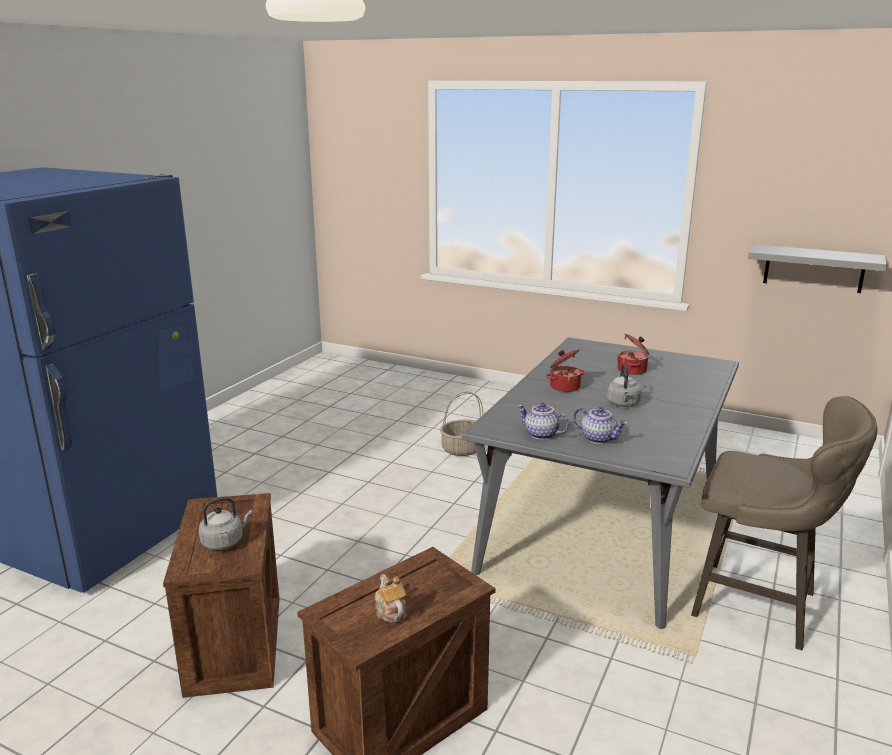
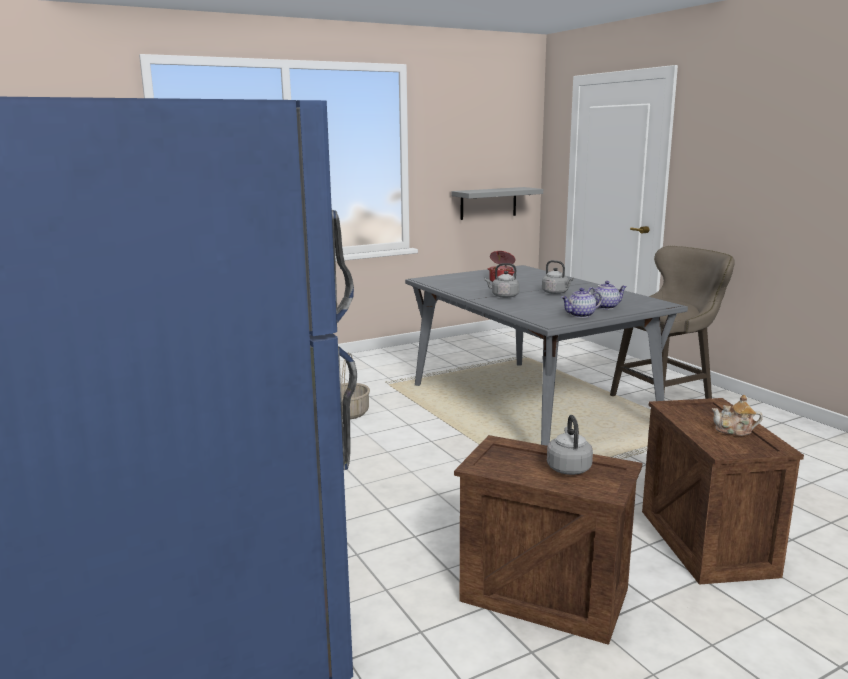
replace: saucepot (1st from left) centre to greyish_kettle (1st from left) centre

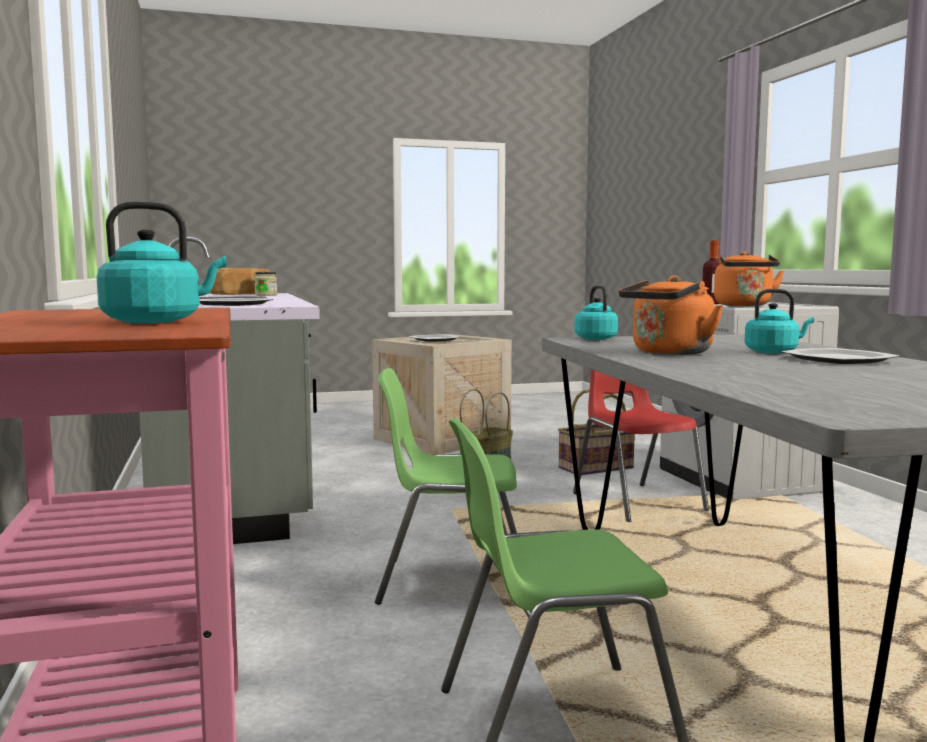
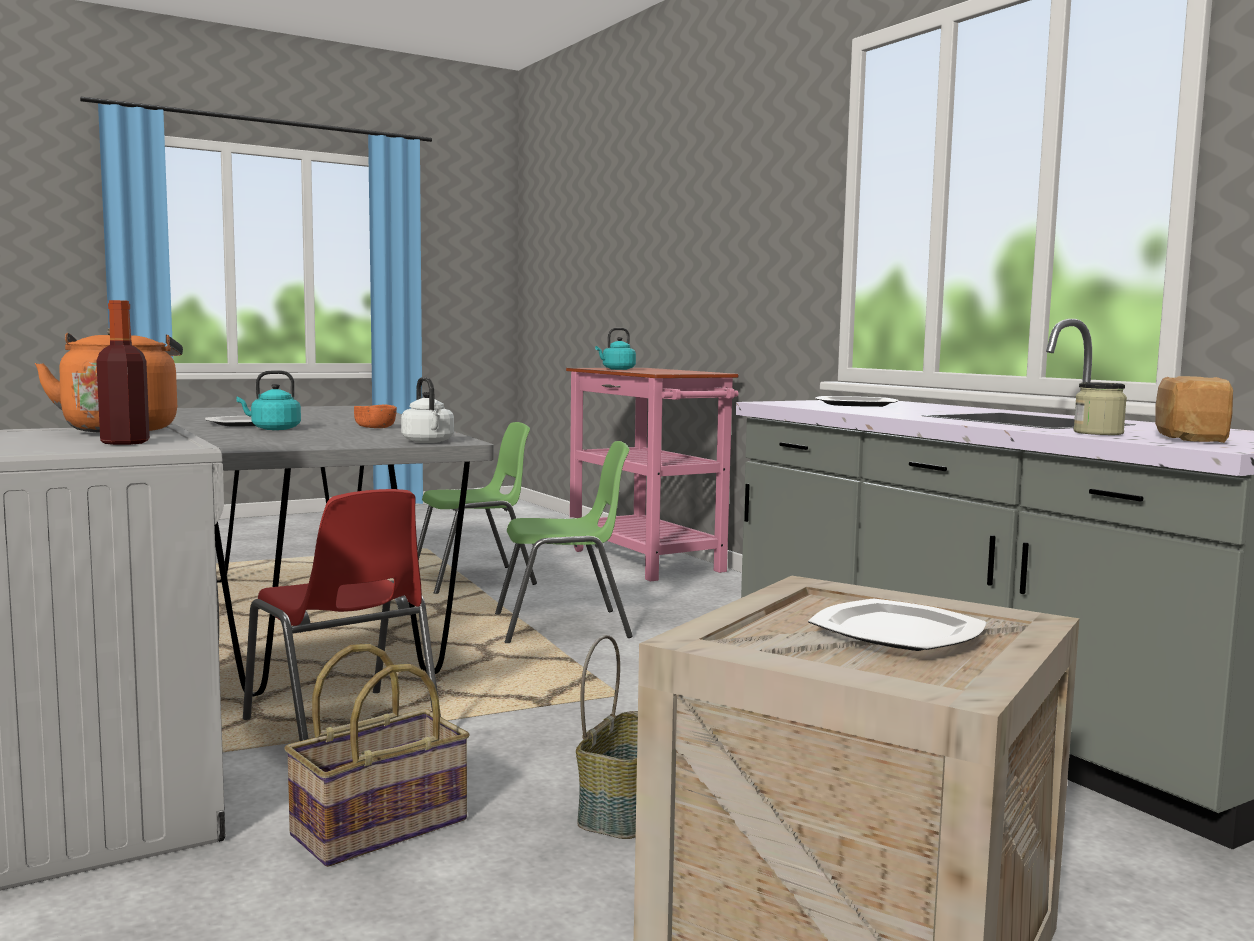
replace: orange-coloured_kettle (1st from left) middle right to orange-coloured_deep_dish middle left
recolor: turquoise_kettle (2nd from left) centre to white-coloured_kettle centre

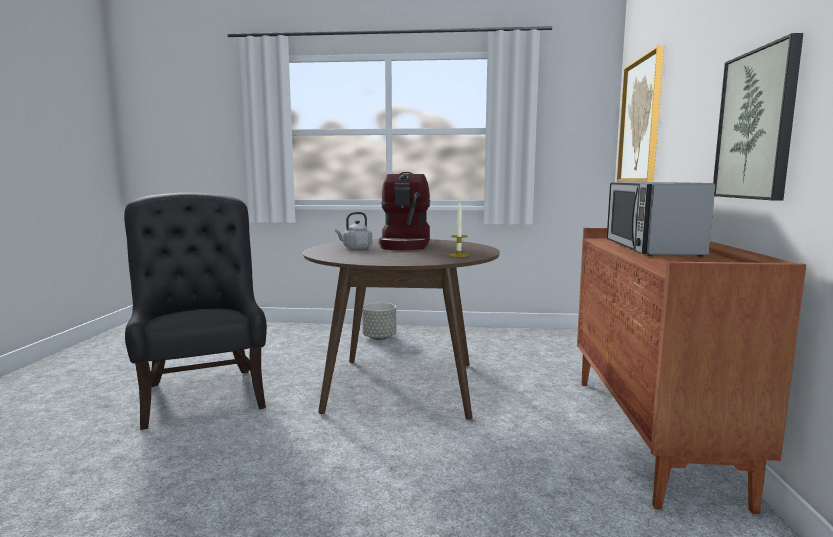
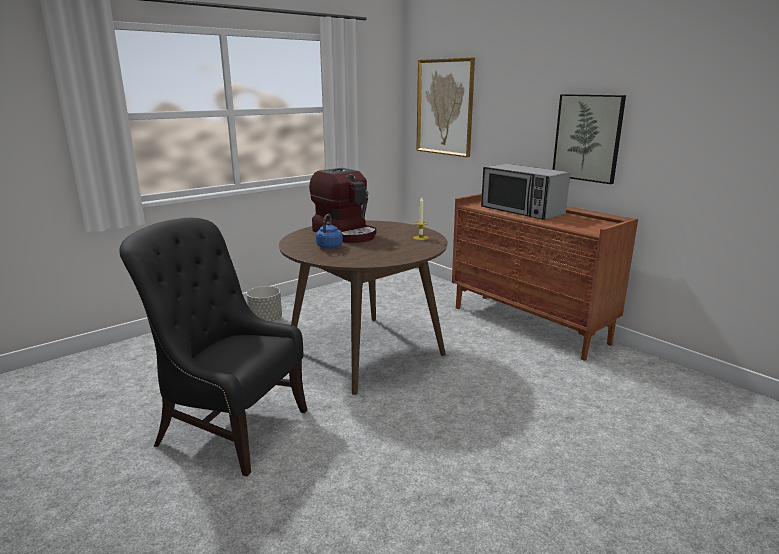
recolor: greyish_kettle centre to blue_kettle centre

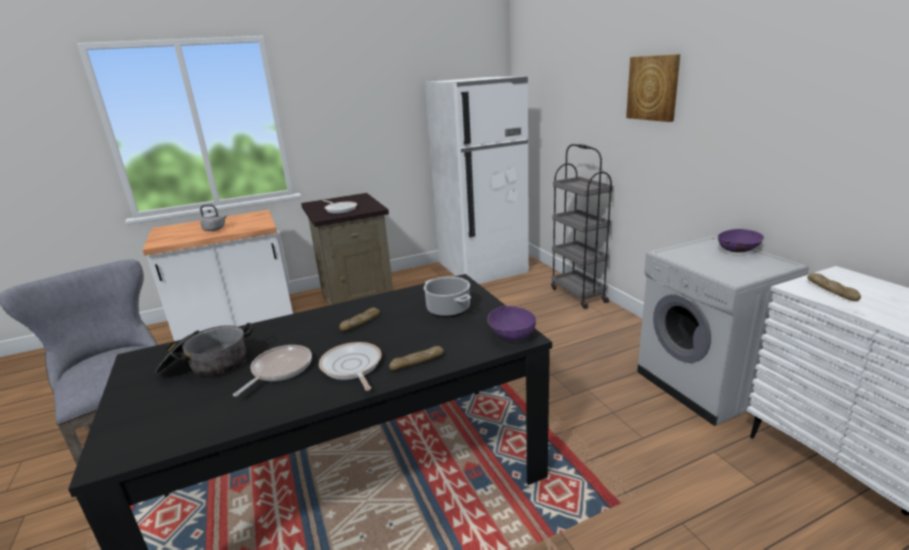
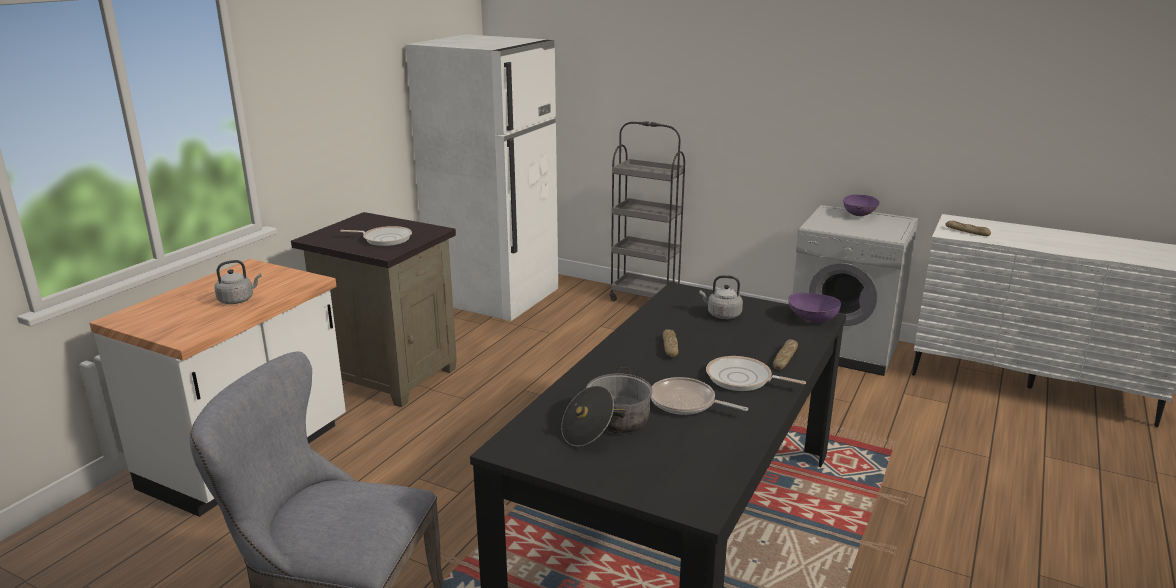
delete: picture top right
replace: saucepot (2nd from left) centre to greyish_kettle (2nd from left) centre
rotate: frying_pan (1st from left in the first image) bottom left = bottom centre 45 degrees counterclockwise

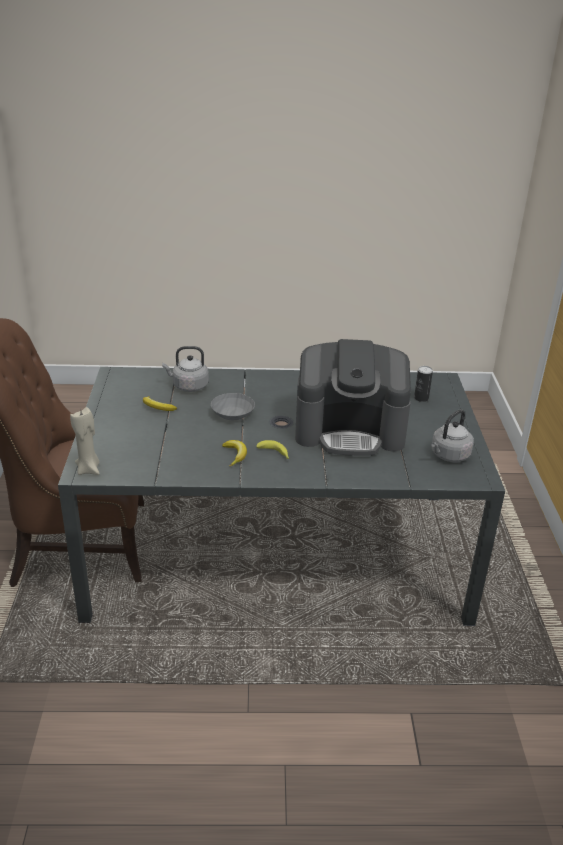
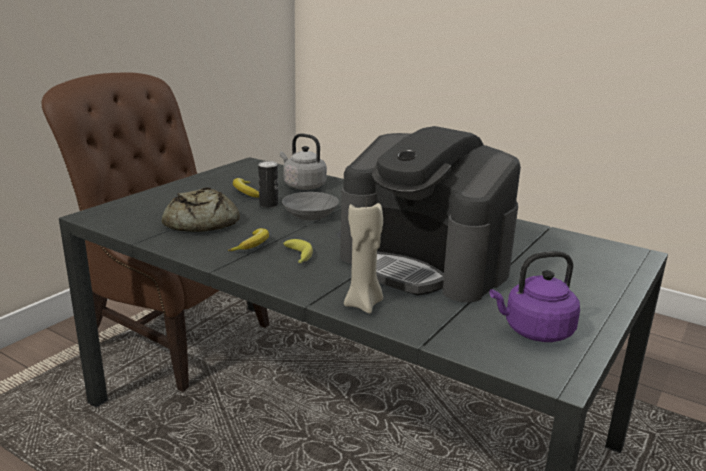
insert: baked_bread middle left
move: sand-coloured_wax_candle middle left to centre; sealed_can middle right to centre
recolor: greyish_kettle (2nd from left) middle right to purple-coloured_kettle middle right

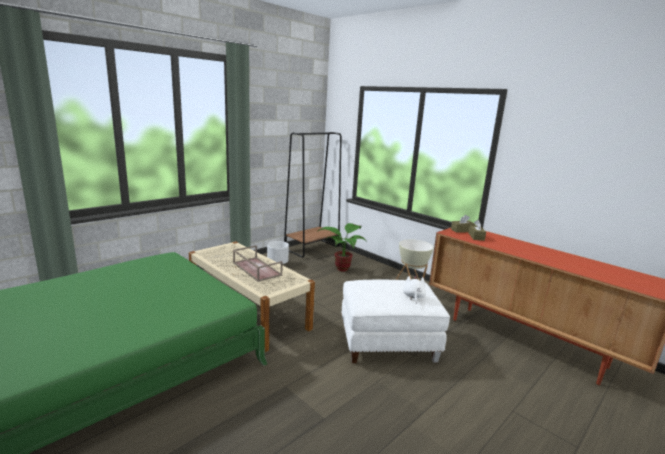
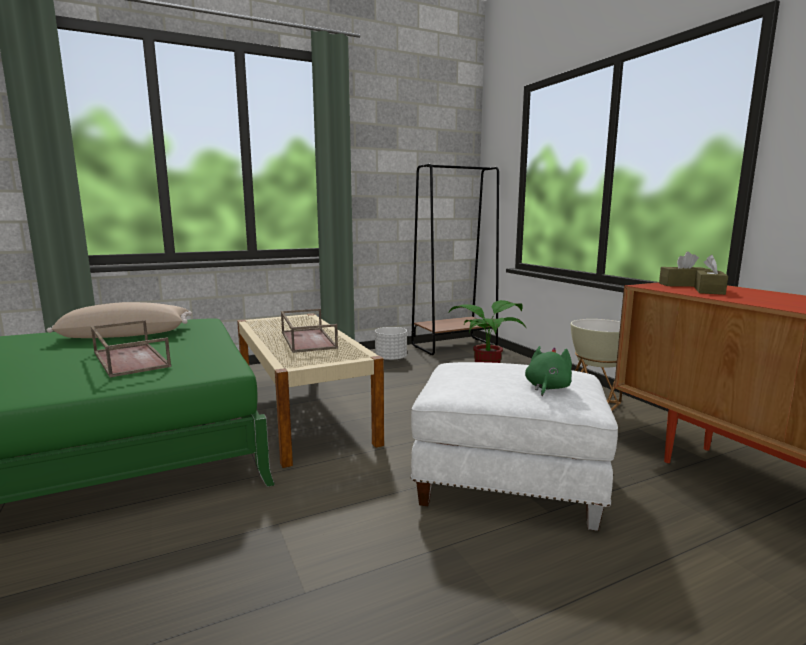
insert: sand-coloured_throw_pillow middle left; brown_tray (1st from left) middle left
recolor: white-coloured_plush_toy centre to green_plush_toy middle right

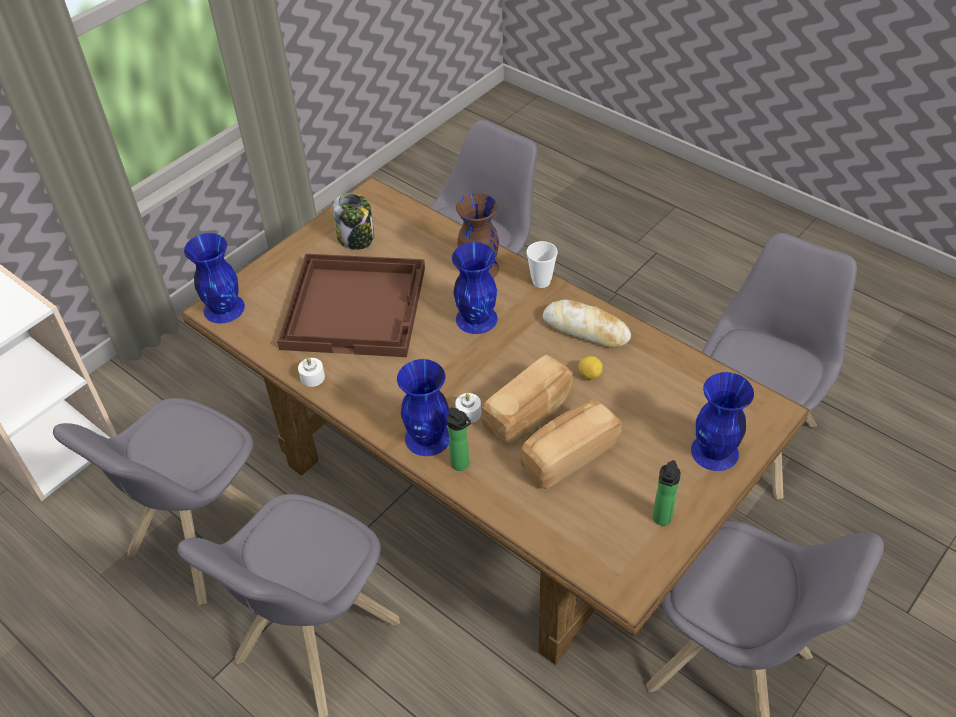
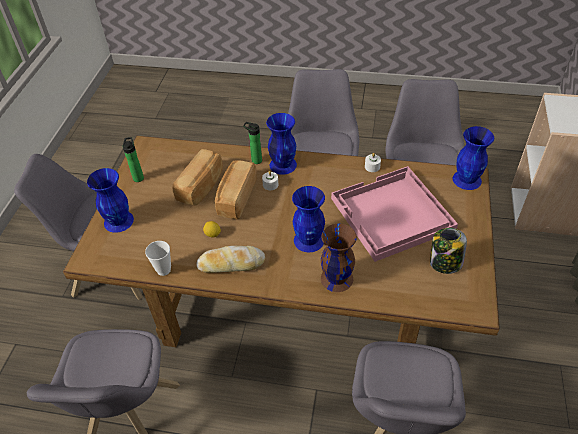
move: small_cup centre to middle left
recolor: brown_tray centre to pink-coloured_tray middle right

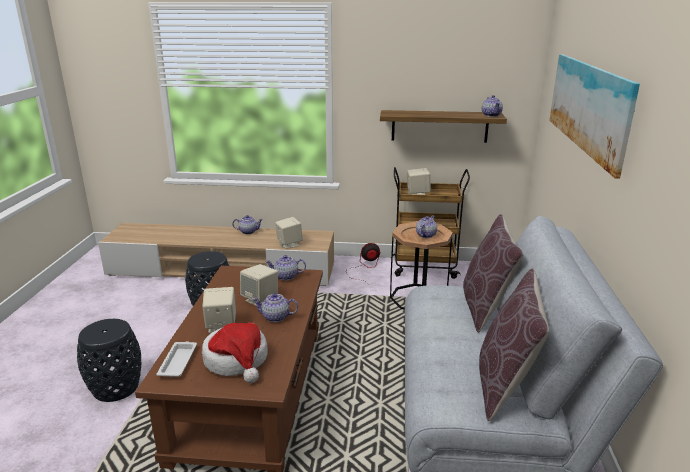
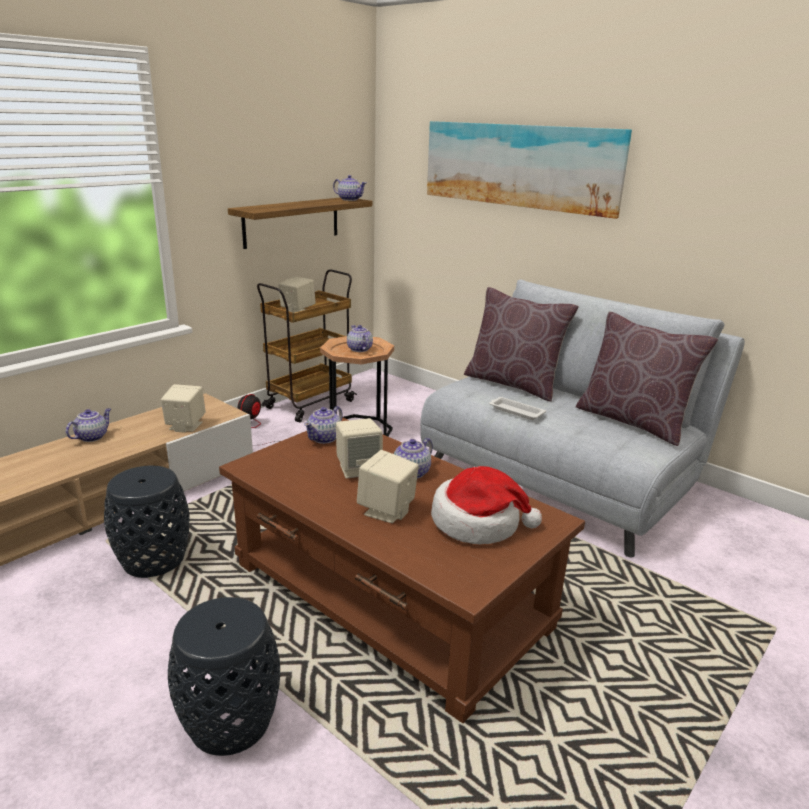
move: white-coloured_tray bottom left to centre

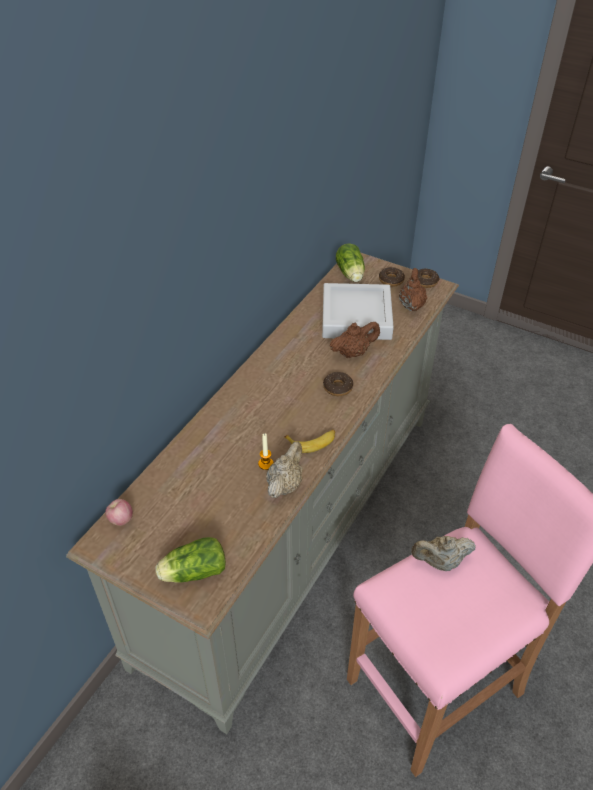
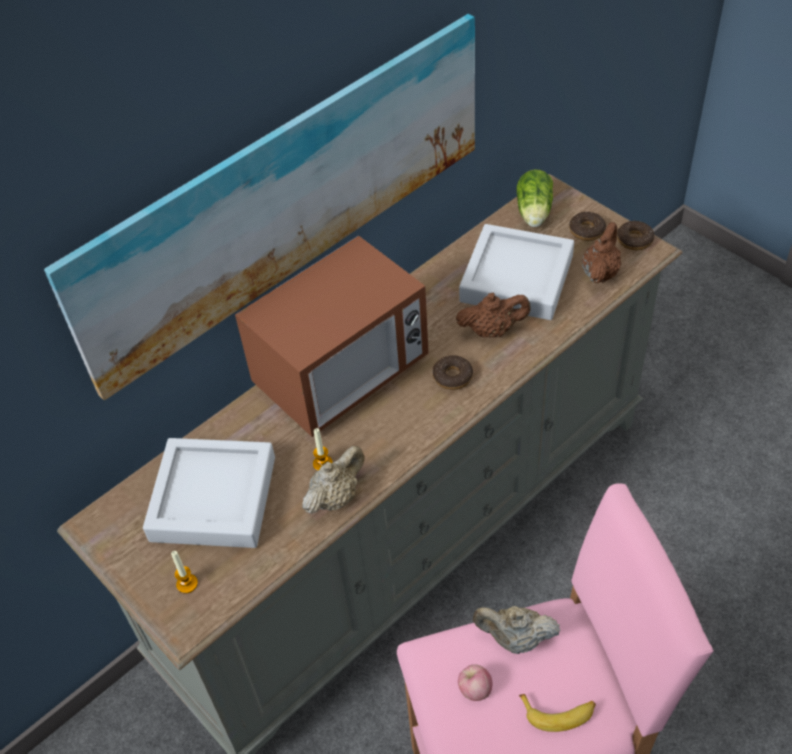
insert: picture top left; greyish_tray (1st from left) middle left; microwave centre
move: apple_fruit middle left to bottom centre; whole_banana centre to bottom right
replace: lettuce (1st from left) bottom left to wax_candle (1st from left) bottom left

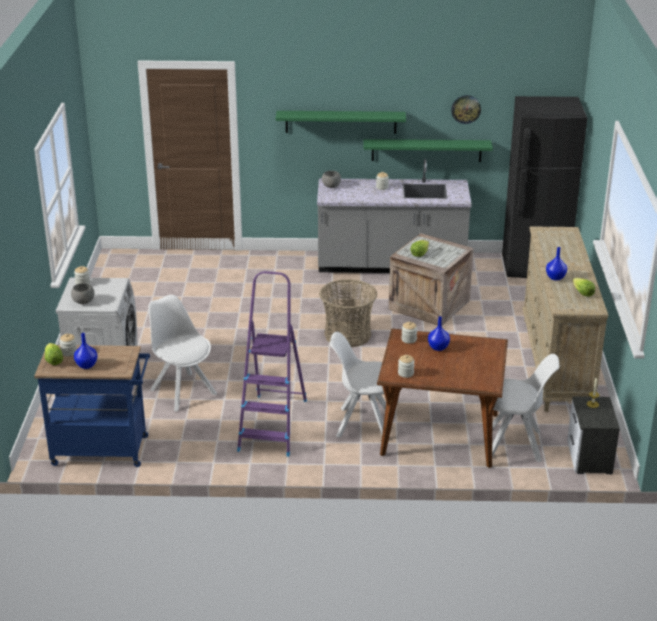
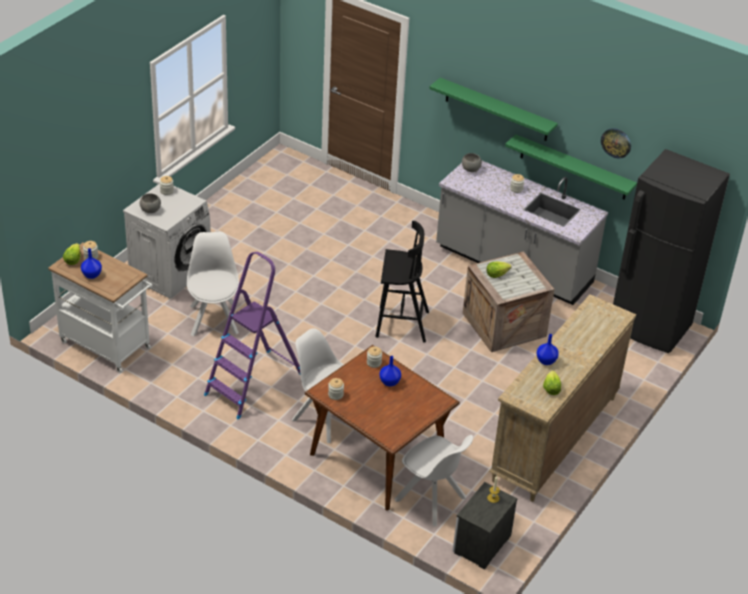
replace: basket centre to black-coloured_stool centre
recolor: blue_trolley middle left to white-coloured_trolley middle left

